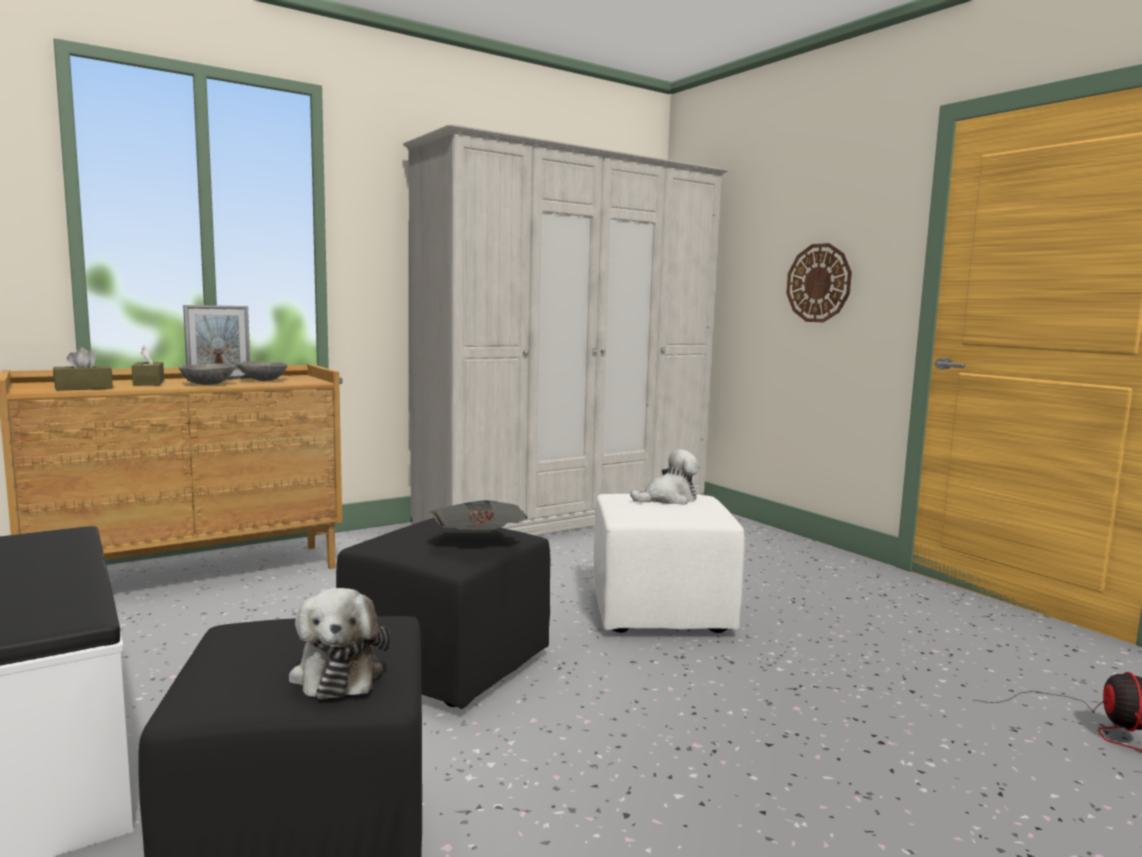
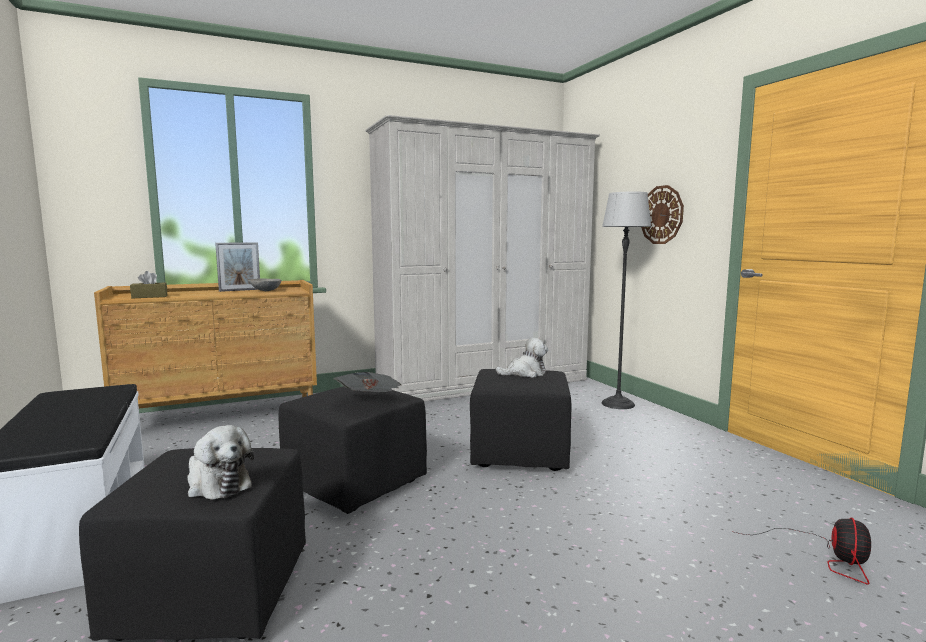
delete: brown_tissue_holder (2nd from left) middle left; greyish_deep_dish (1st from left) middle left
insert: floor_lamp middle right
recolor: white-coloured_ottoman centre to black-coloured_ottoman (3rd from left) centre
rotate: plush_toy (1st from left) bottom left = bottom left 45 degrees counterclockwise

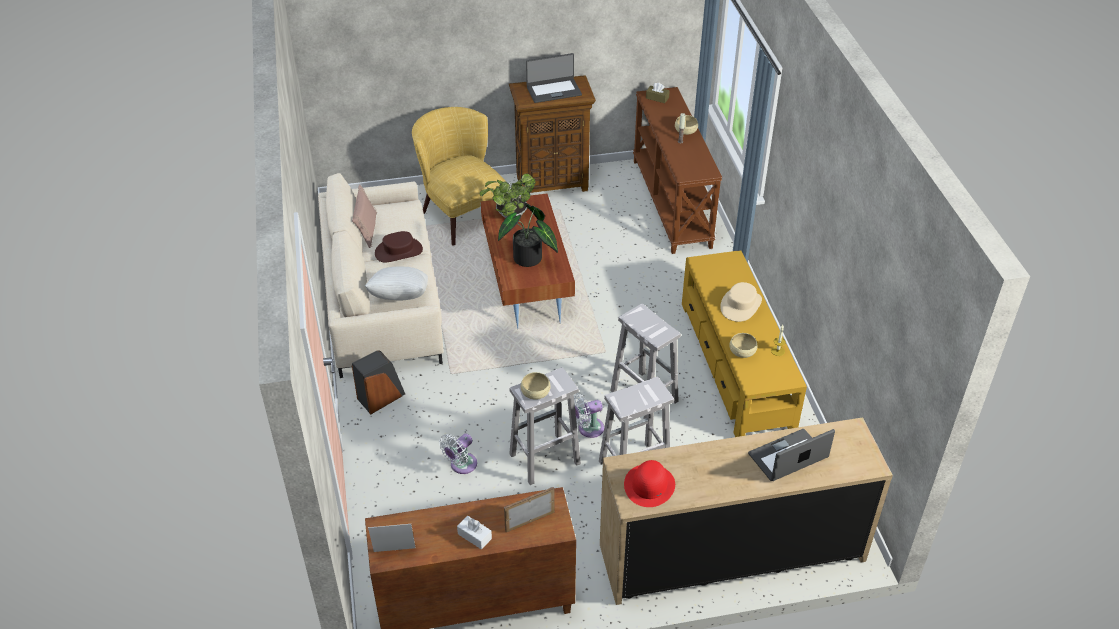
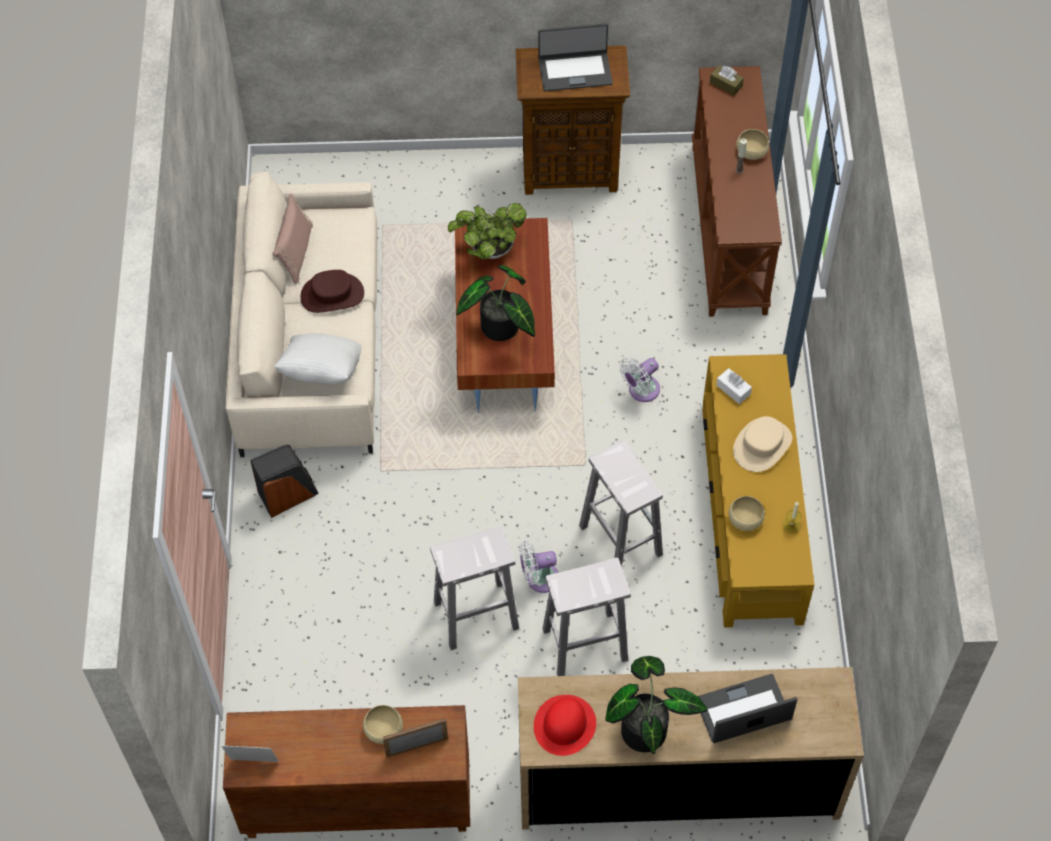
delete: yellowish_easy_chair top centre
insert: potted_plant (3rd from left) bottom centre
move: white-coloured_cooling_fan (1st from left in the first image) bottom centre to white-coloured_cooling_fan (2nd from left) centre; white-coloured_tissue_holder bottom centre to middle right; sand-coloured_deep_dish (1st from left) centre to bottom centre

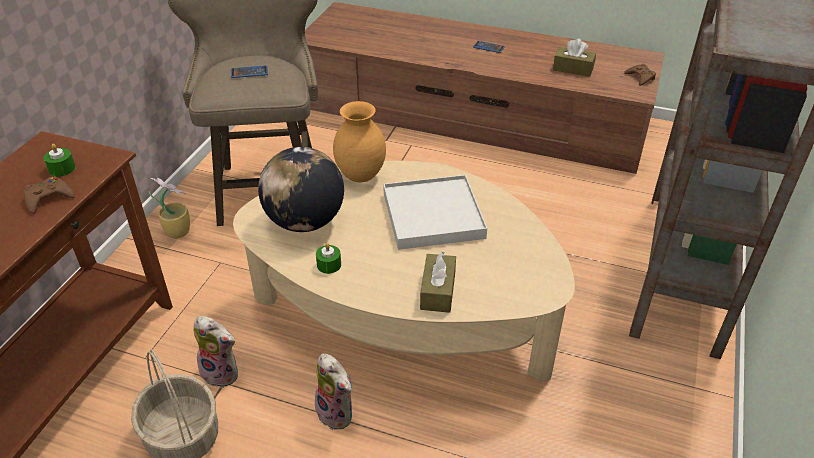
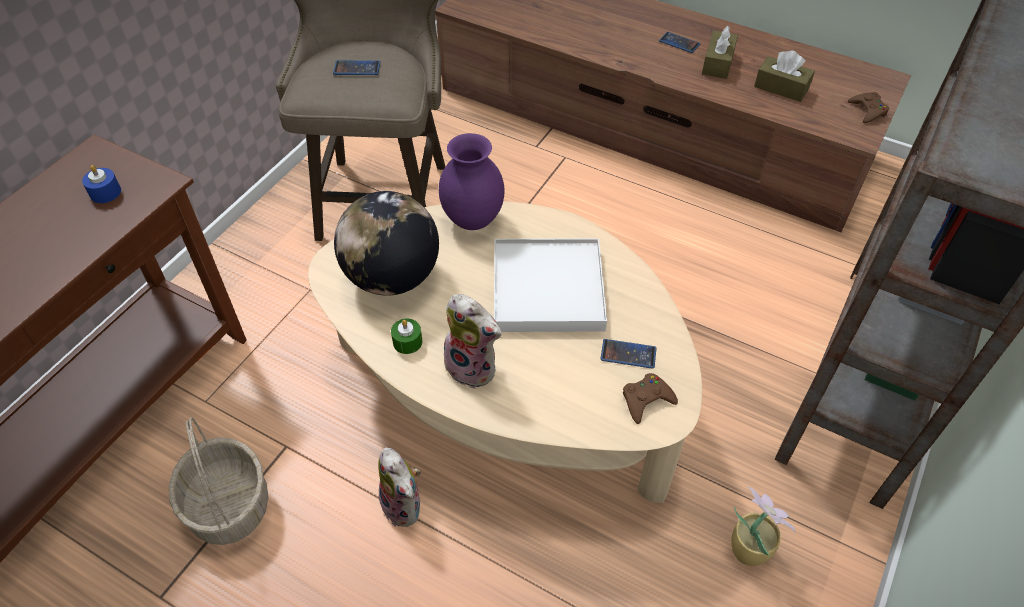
insert: phone (2nd from left) centre
move: brown_joypad (1st from left) middle left to centre; potted_plant middle left to bottom right; plush_toy (1st from left in the first image) bottom left to plush_toy (2nd from left) centre; brown_tissue_holder (1st from left) centre to top right
recolor: green_wax_candle (1st from left) middle left to blue_wax_candle top left; brown_flower_vase top centre to purple-coloured_flower_vase top centre

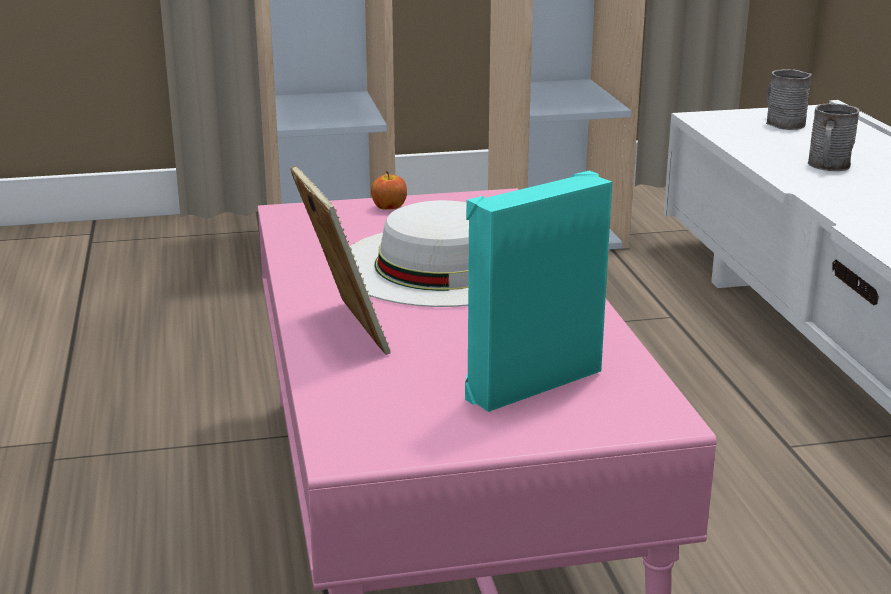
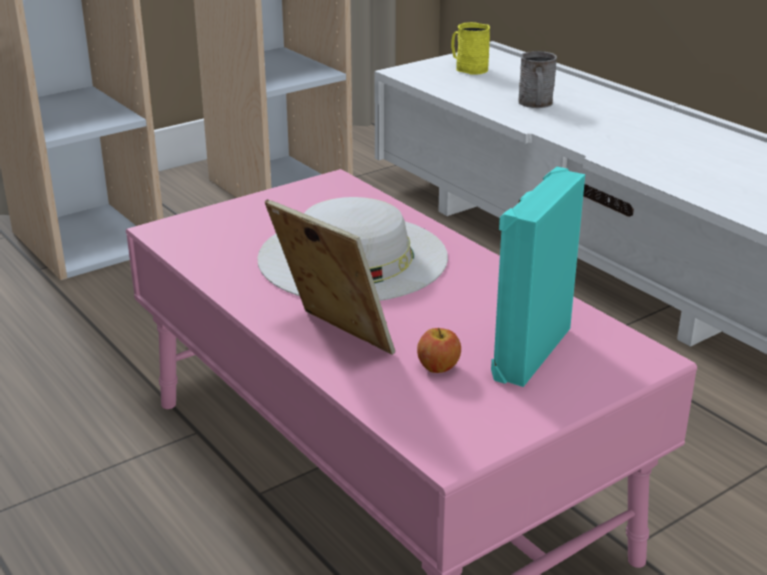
move: apple_fruit top centre to centre
recolor: greyish_mug (1st from left) top right to yellowish_mug top centre

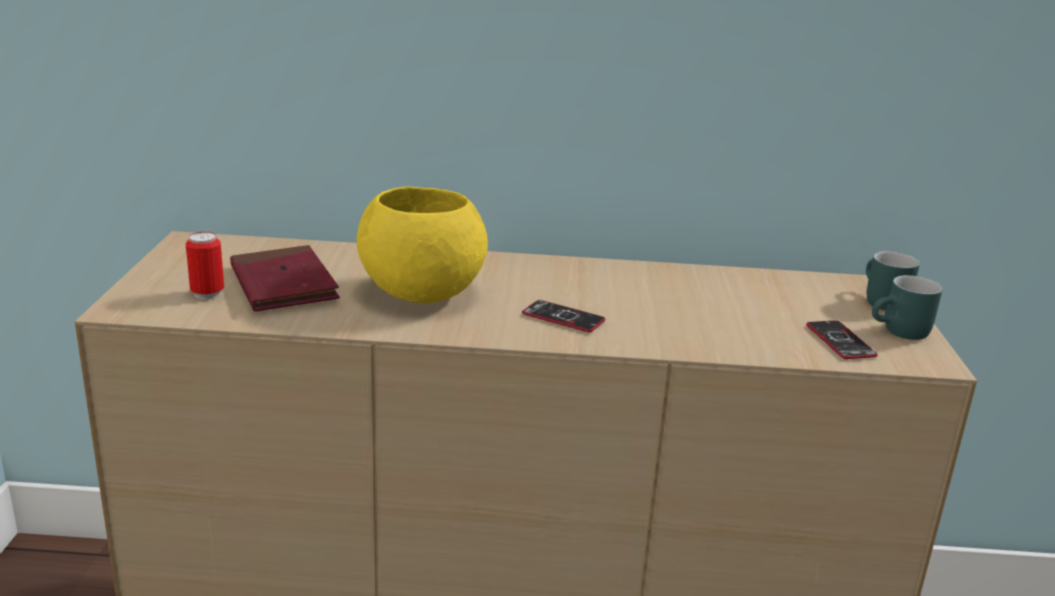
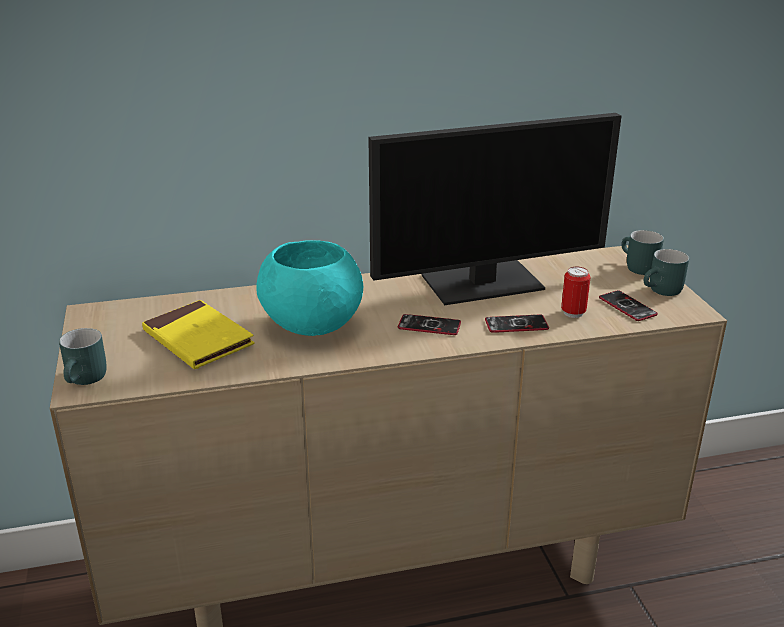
insert: turquoise_mug (1st from left) middle left; computer_screen centre; phone (2nd from left) centre
move: sealed_can middle left to middle right
recolor: reddish_bound_book middle left to yellowish_bound_book middle left; yellowish_deep_dish centre to turquoise_deep_dish centre

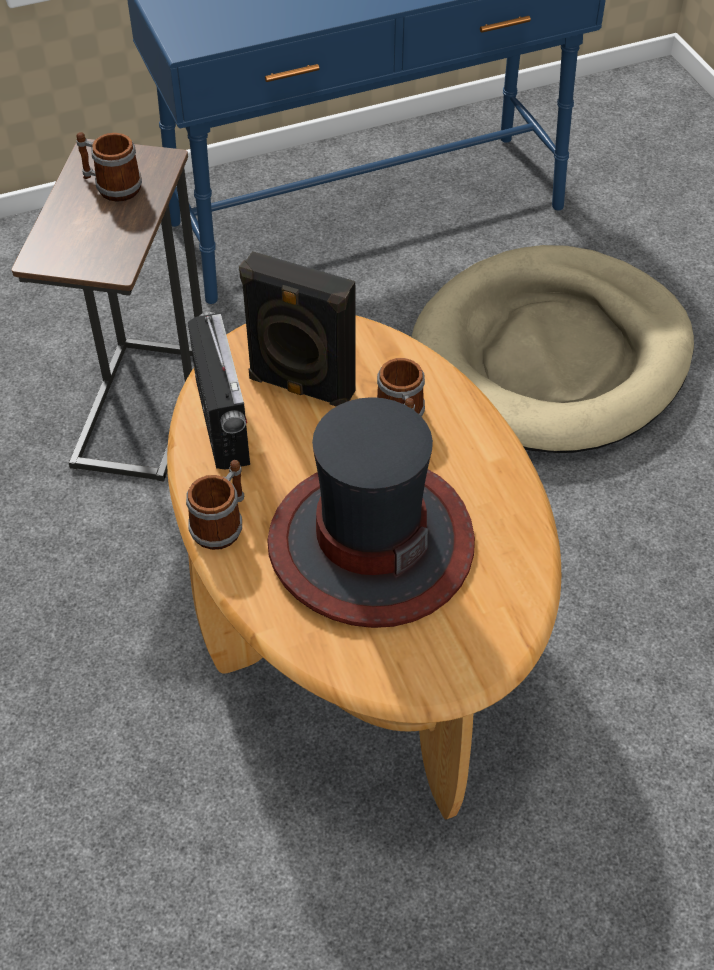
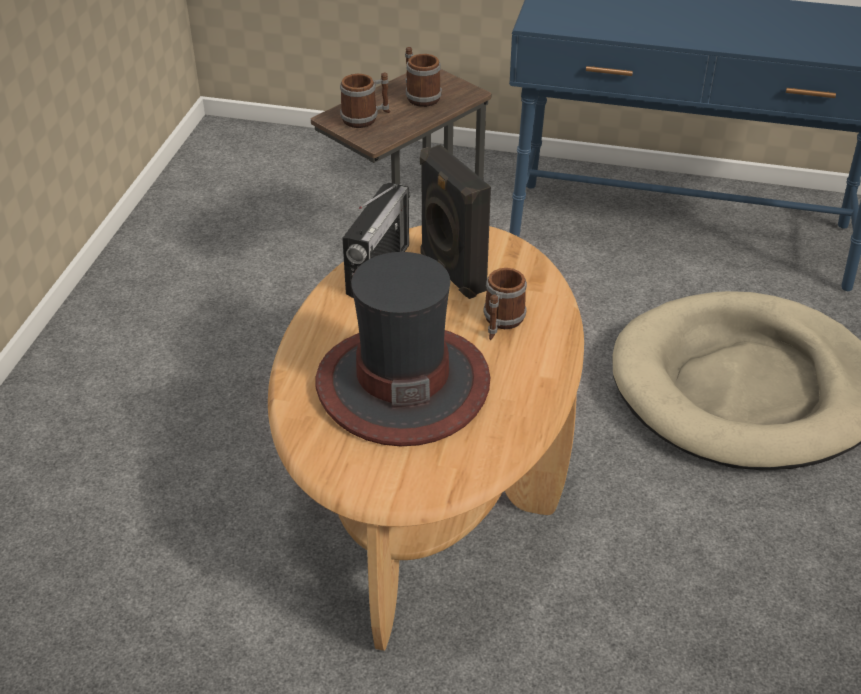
move: mug (2nd from left in the first image) middle left to mug (1st from left) top centre

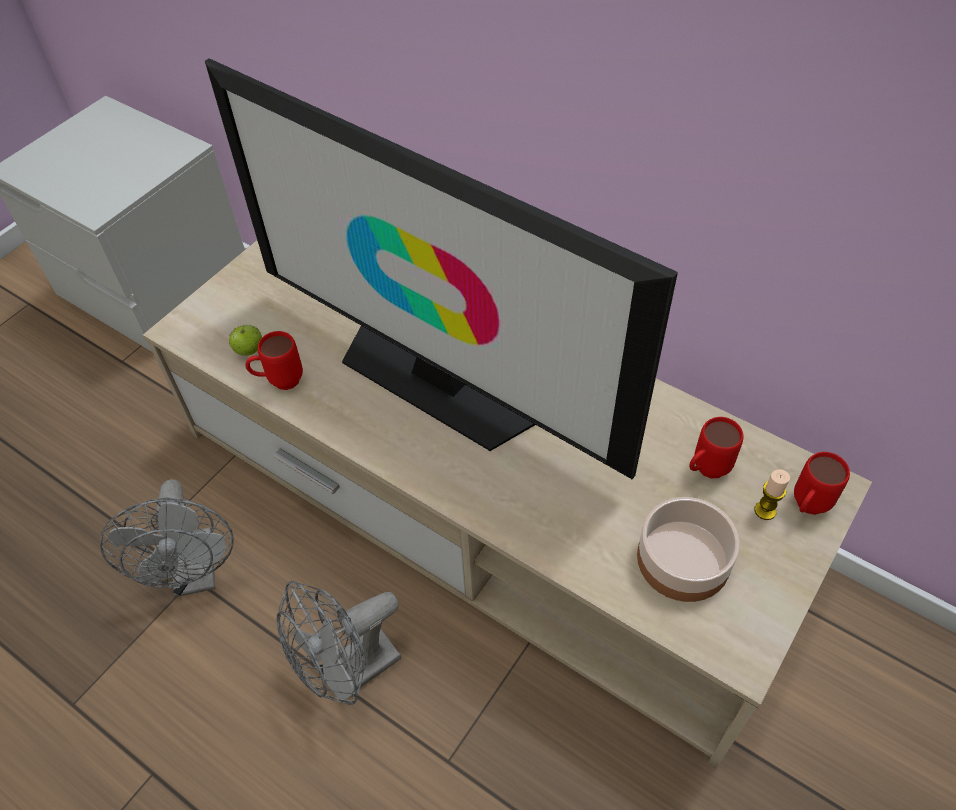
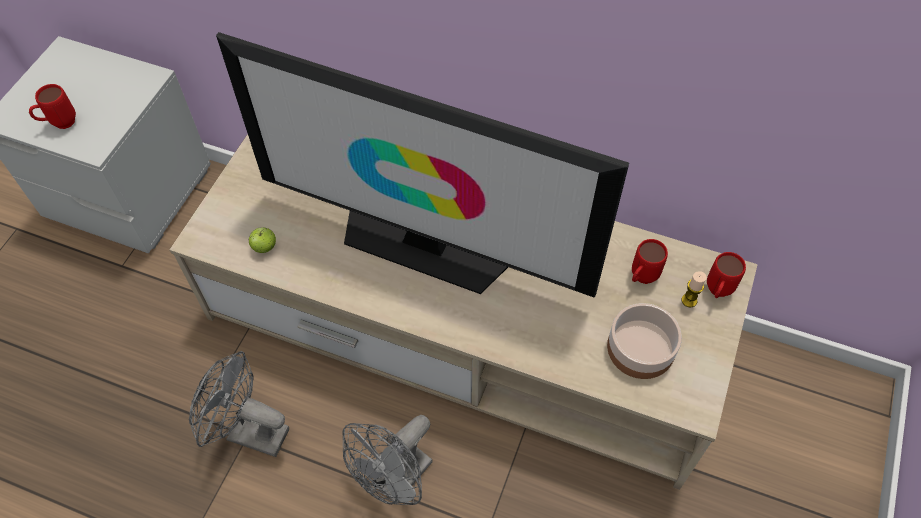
move: reddish_mug (1st from left) middle left to top left
rotate: greyish_cooling_fan (1st from left) middle left = bottom left 135 degrees clockwise

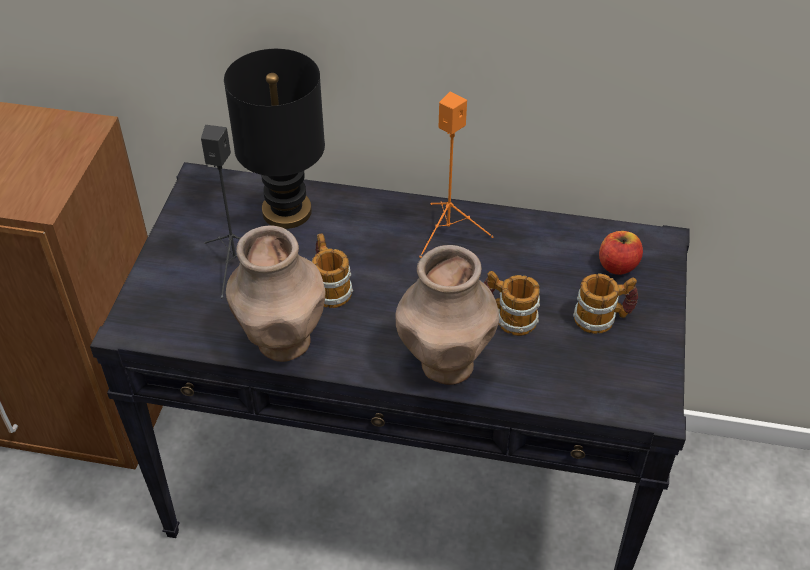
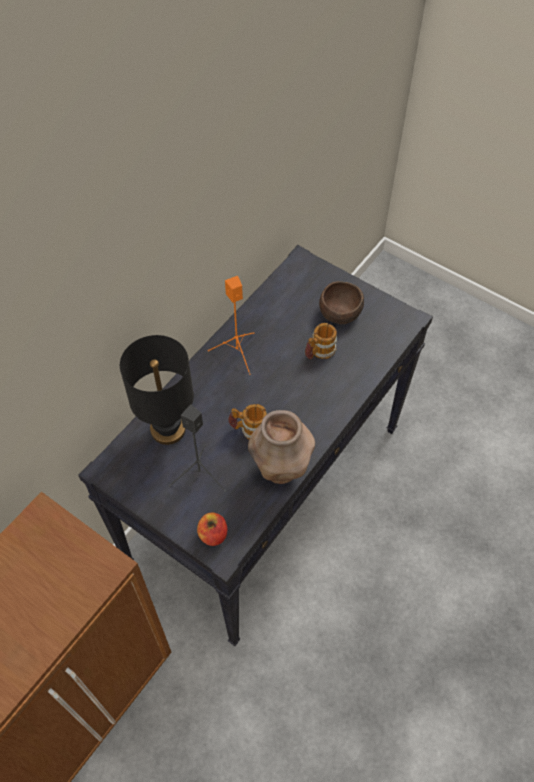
delete: brown_flower_vase (2nd from left) centre
move: apple_fruit middle right to bottom centre
replace: mug (3rd from left) middle right to brown_deep_dish centre

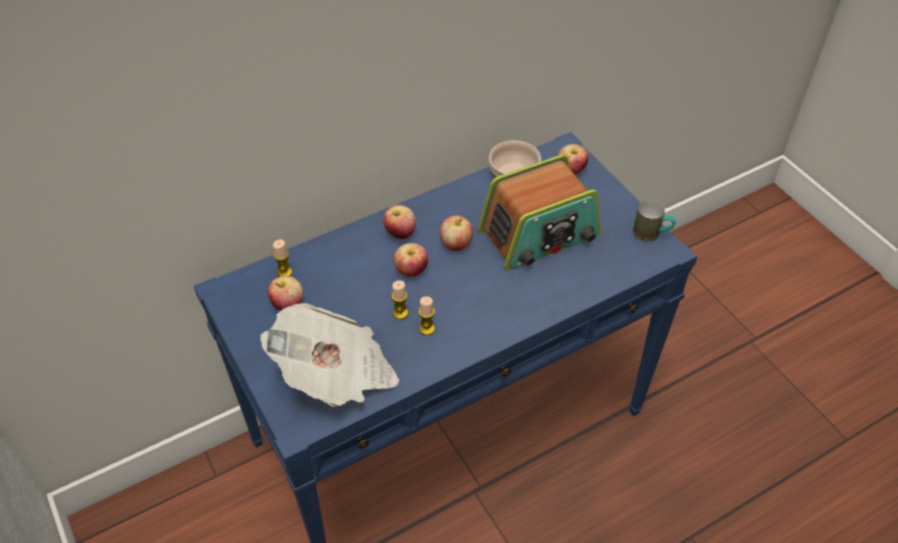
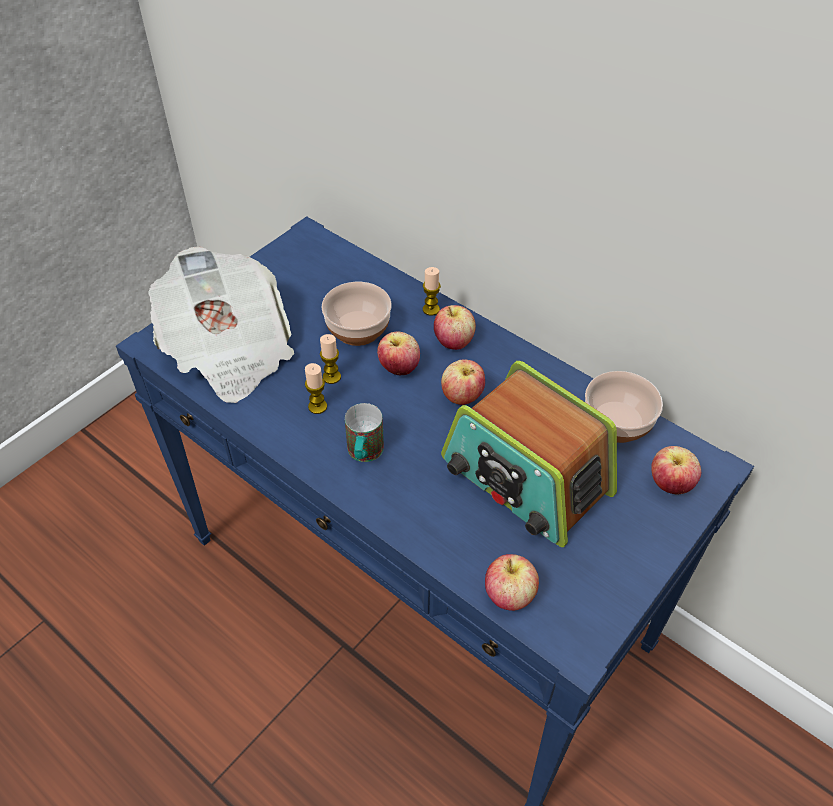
insert: deep_dish (1st from left) centre
move: apple_fruit (1st from left in the first image) middle left to apple_fruit (4th from left) bottom centre; wax_candle (1st from left in the first image) middle left to wax_candle (3rd from left) centre; mug middle right to centre

